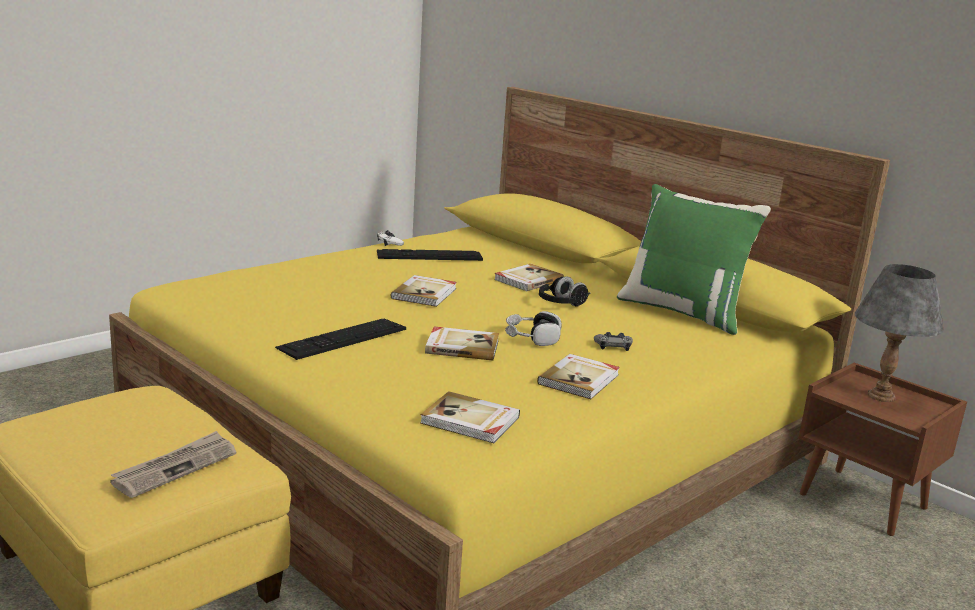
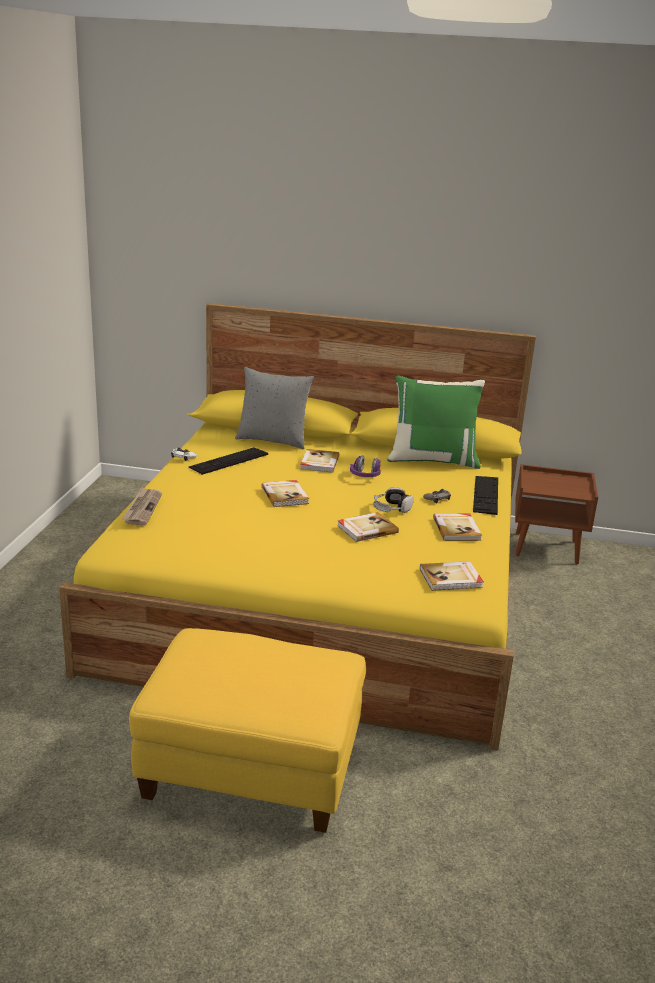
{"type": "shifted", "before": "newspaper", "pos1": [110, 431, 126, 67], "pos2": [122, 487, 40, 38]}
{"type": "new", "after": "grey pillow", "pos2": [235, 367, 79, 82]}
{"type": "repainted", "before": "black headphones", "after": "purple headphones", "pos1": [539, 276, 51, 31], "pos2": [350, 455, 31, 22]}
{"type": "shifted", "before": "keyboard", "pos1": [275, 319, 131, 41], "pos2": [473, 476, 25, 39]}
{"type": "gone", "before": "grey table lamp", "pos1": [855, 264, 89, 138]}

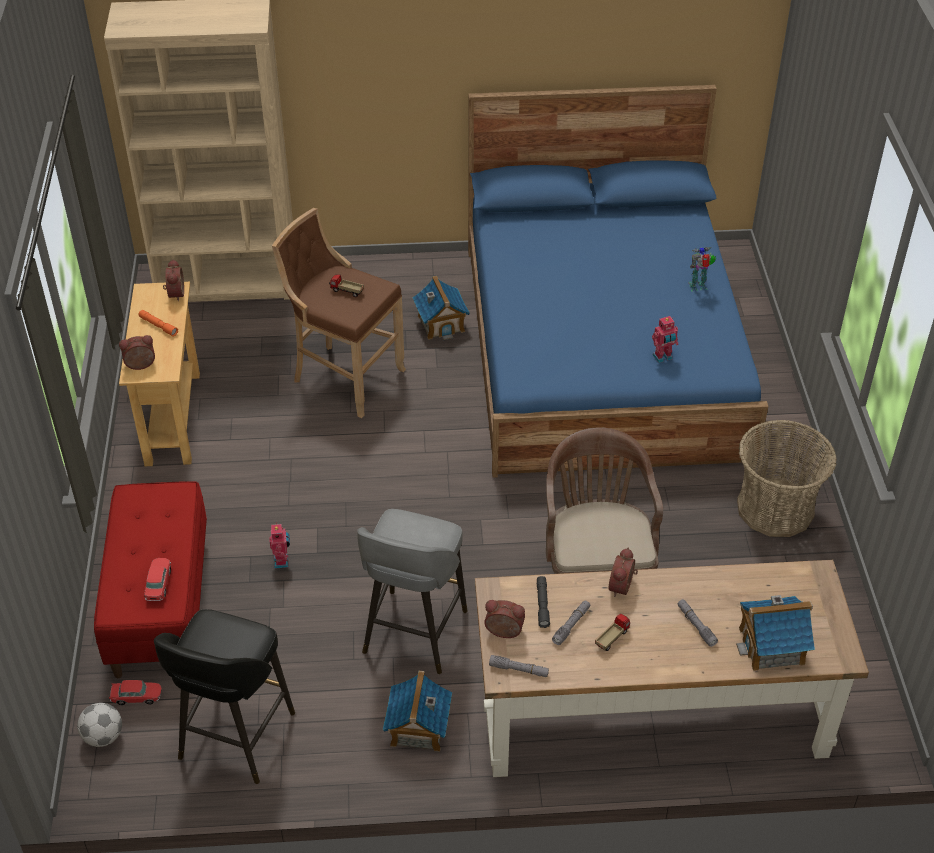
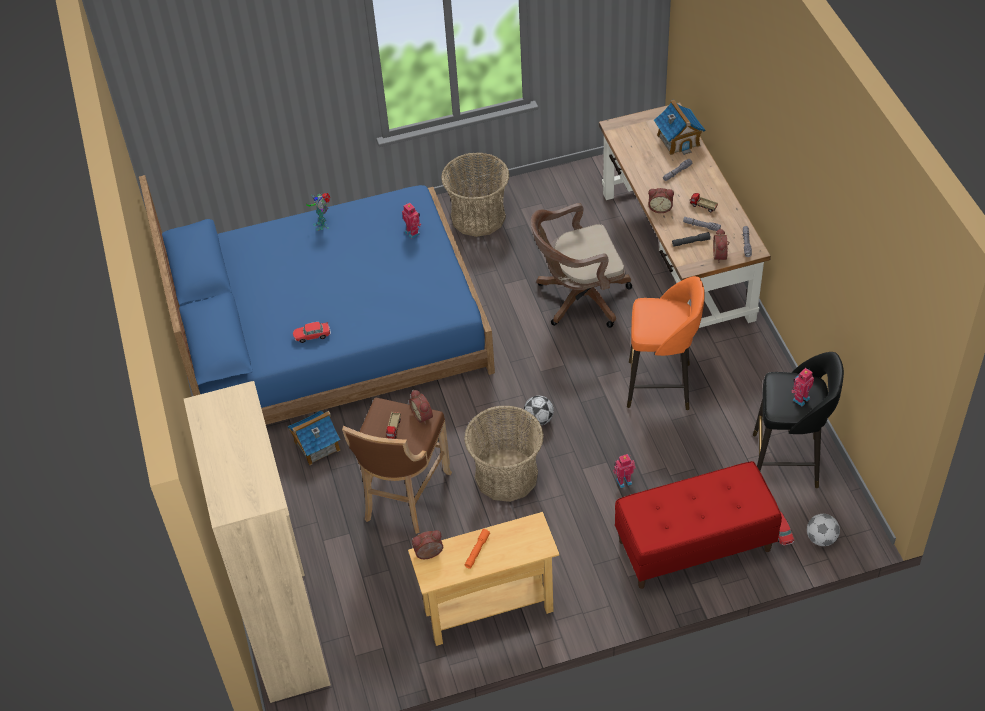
{"type": "shifted", "before": "toy car", "pos1": [144, 558, 27, 43], "pos2": [293, 322, 38, 21]}
{"type": "shifted", "before": "alarm clock", "pos1": [119, 335, 36, 35], "pos2": [409, 390, 24, 34]}
{"type": "new", "after": "basket", "pos2": [464, 405, 80, 97]}
{"type": "new", "after": "football", "pos2": [524, 396, 30, 29]}
{"type": "repainted", "before": "grey stool", "after": "orange stool", "pos1": [357, 509, 110, 165], "pos2": [627, 276, 78, 134]}
{"type": "new", "after": "toy robot", "pos2": [791, 368, 23, 38]}
{"type": "gone", "before": "toy house", "pos1": [383, 671, 69, 81]}

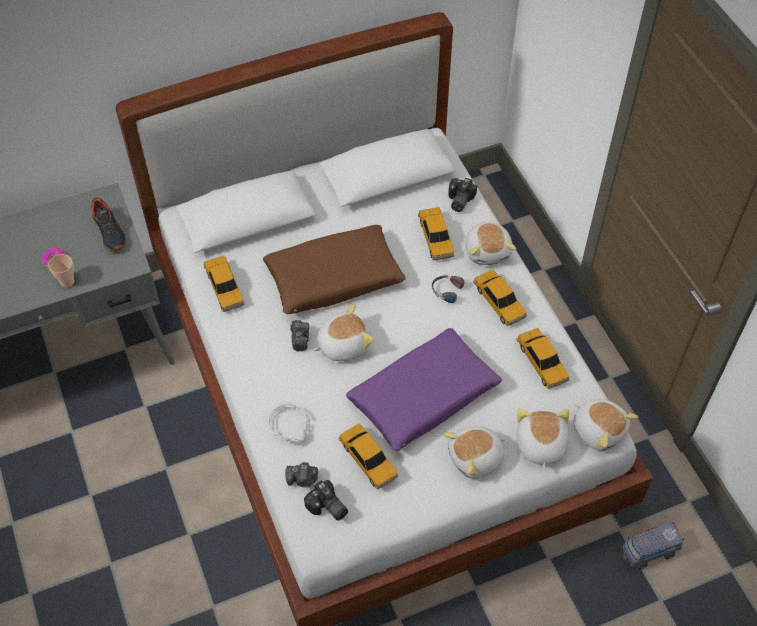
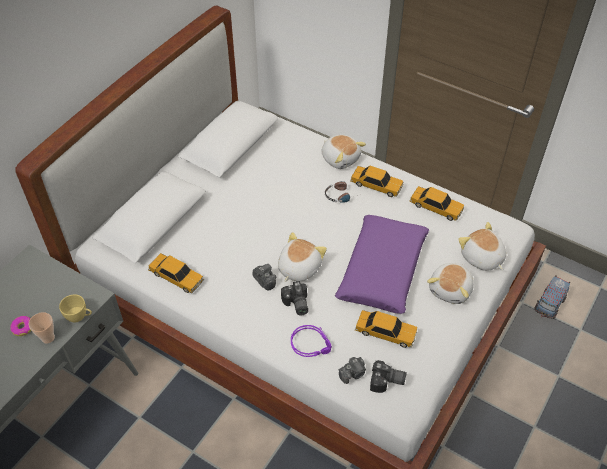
{"type": "new", "after": "yellow cup", "pos2": [59, 294, 33, 28]}
{"type": "shifted", "before": "photo camera", "pos1": [448, 178, 29, 34], "pos2": [281, 281, 27, 35]}
{"type": "repainted", "before": "grey headphones", "after": "purple headphones", "pos1": [268, 403, 42, 43], "pos2": [291, 325, 41, 32]}
{"type": "gone", "before": "shoe", "pos1": [91, 197, 35, 55]}
{"type": "gone", "before": "brown pillow", "pos1": [263, 225, 143, 89]}
{"type": "gone", "before": "toy car", "pos1": [418, 207, 36, 53]}
{"type": "gone", "before": "plush toy", "pos1": [573, 399, 65, 52]}

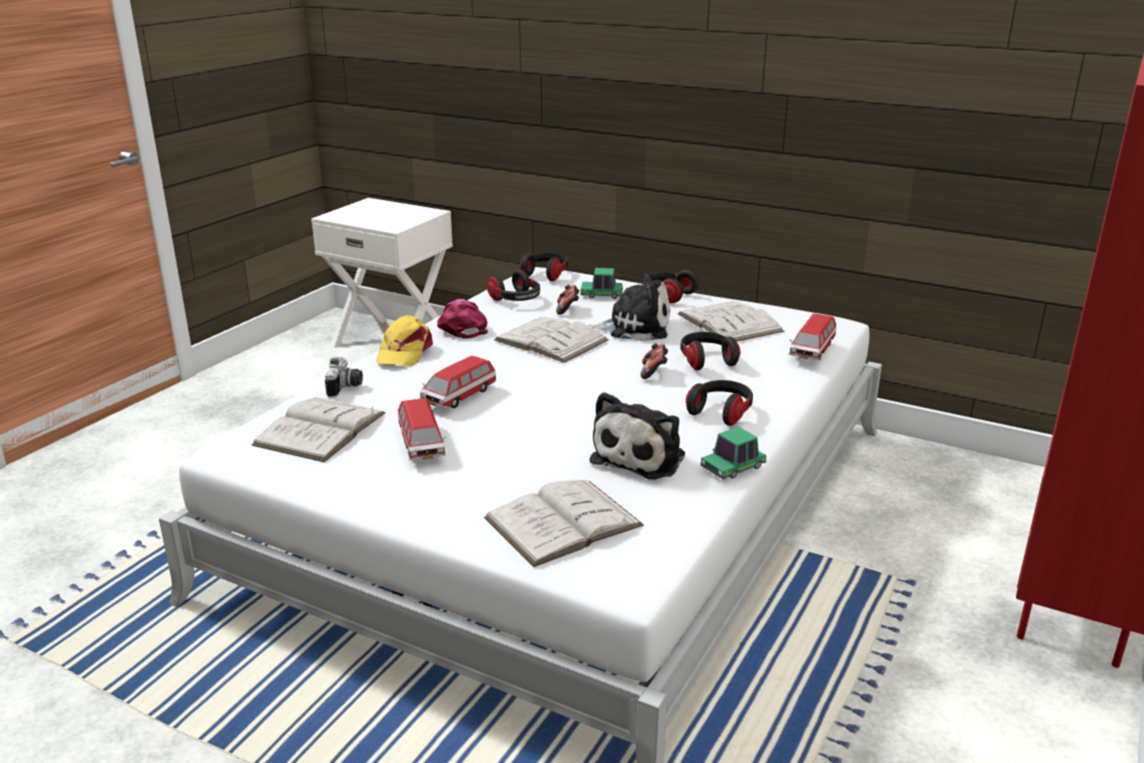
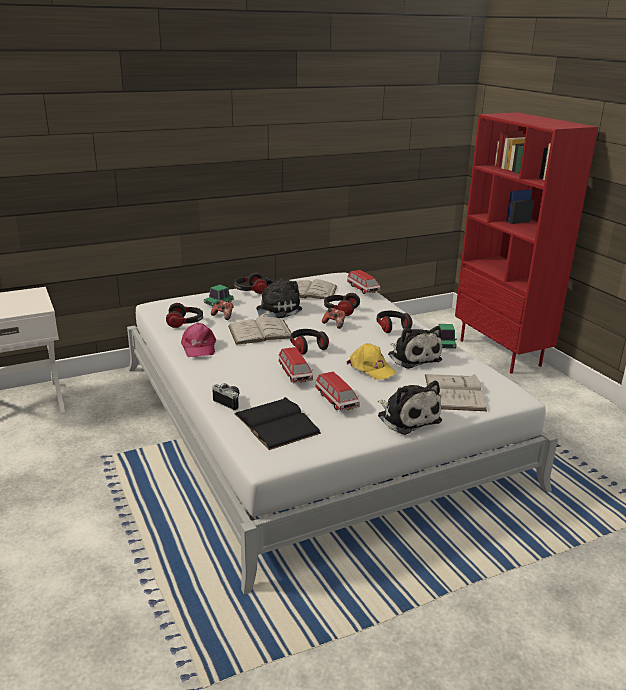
{"type": "rotated", "before": "pink cap", "pos1": [437, 299, 51, 40], "pos2": [181, 323, 35, 34], "turn": -120}
{"type": "repainted", "before": "white book", "after": "black book", "pos1": [252, 397, 134, 65], "pos2": [234, 397, 87, 53]}
{"type": "shifted", "before": "headphones", "pos1": [520, 252, 48, 29], "pos2": [290, 329, 39, 26]}
{"type": "rotated", "before": "toy car", "pos1": [398, 398, 48, 62], "pos2": [315, 371, 45, 40], "turn": 45}
{"type": "shifted", "before": "yellow cap", "pos1": [376, 315, 57, 51], "pos2": [347, 343, 49, 37]}
{"type": "new", "after": "plush toy", "pos2": [378, 381, 64, 54]}

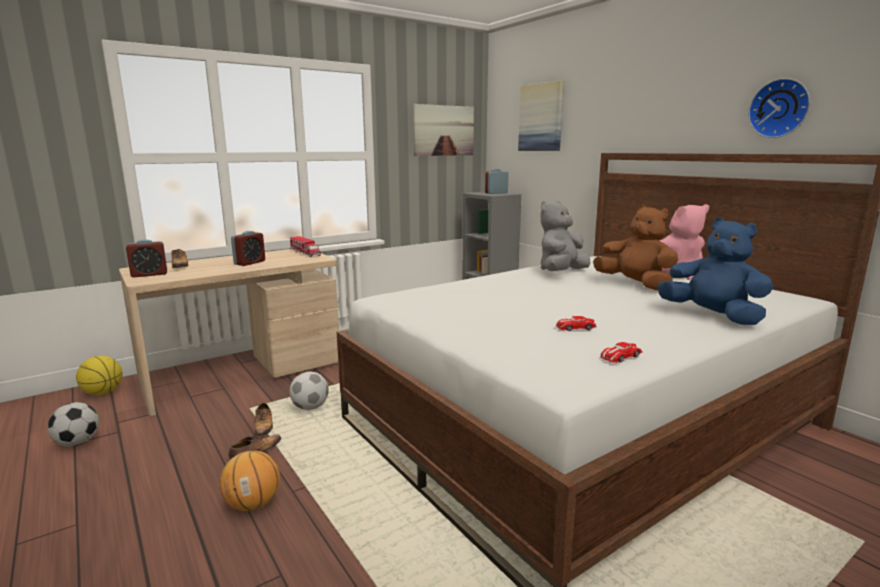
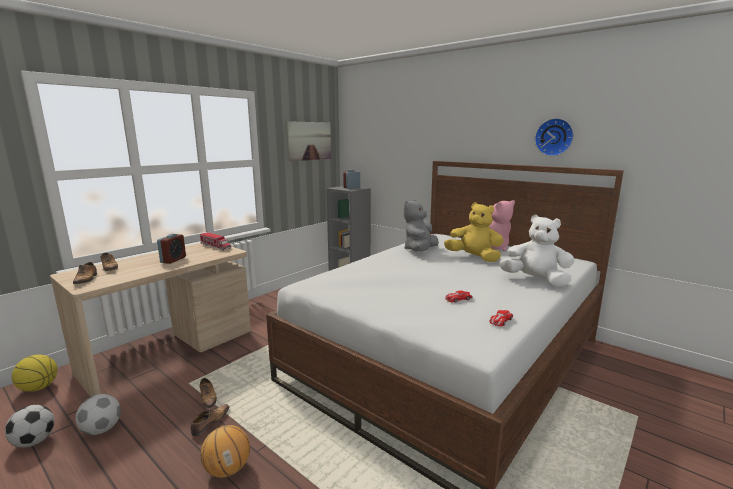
{"type": "swapped", "before": "alarm clock", "after": "shoe", "pos1": [126, 239, 41, 38], "pos2": [73, 262, 24, 22]}
{"type": "shifted", "before": "football", "pos1": [289, 372, 40, 38], "pos2": [75, 394, 46, 41]}
{"type": "repainted", "before": "brown plush toy", "after": "yellow plush toy", "pos1": [593, 205, 85, 85], "pos2": [444, 202, 60, 60]}
{"type": "repainted", "before": "blue plush toy", "after": "white plush toy", "pos1": [657, 218, 116, 107], "pos2": [499, 215, 75, 72]}
{"type": "gone", "before": "picture", "pos1": [518, 80, 46, 71]}

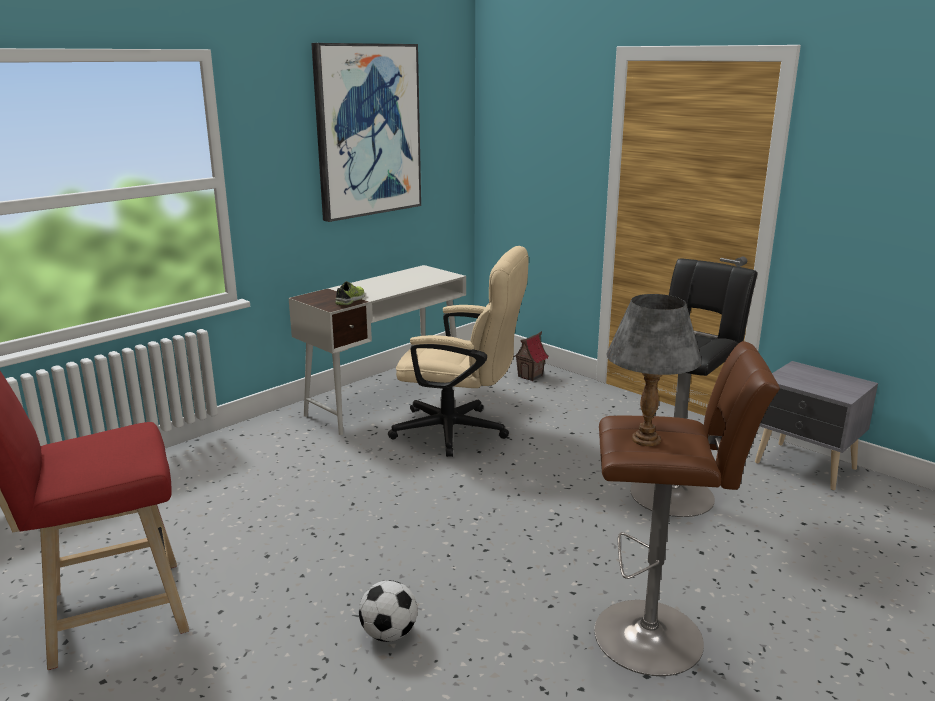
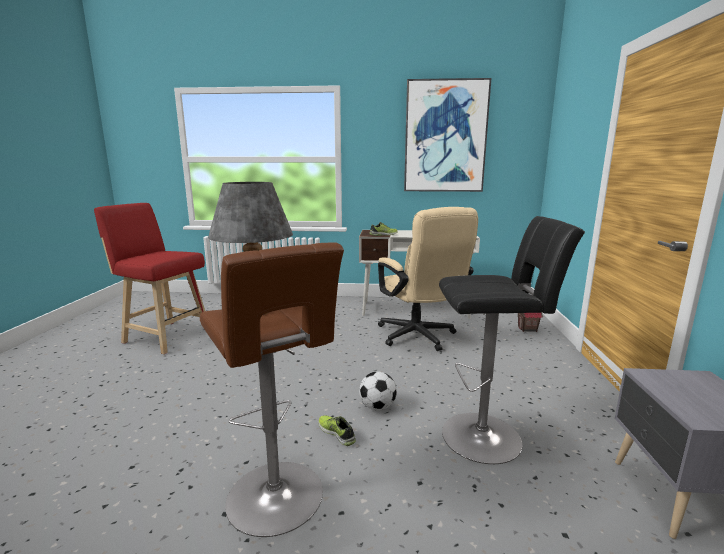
{"type": "new", "after": "shoe", "pos2": [318, 416, 38, 30]}
{"type": "shifted", "before": "football", "pos1": [359, 580, 58, 62], "pos2": [359, 372, 38, 38]}

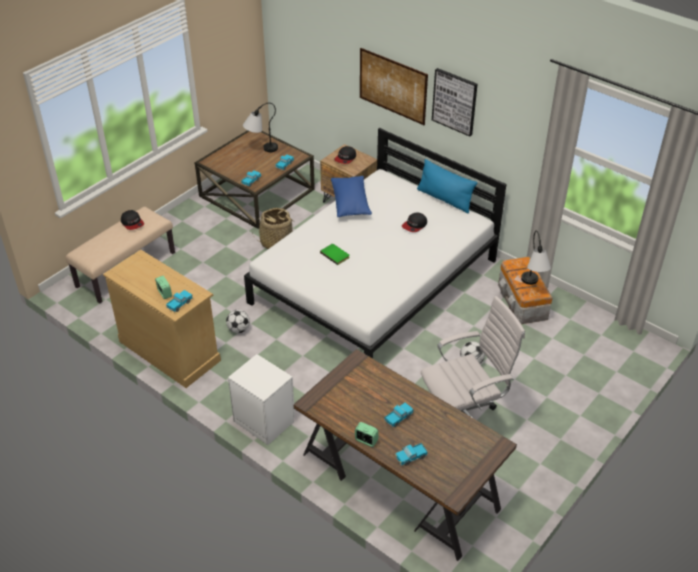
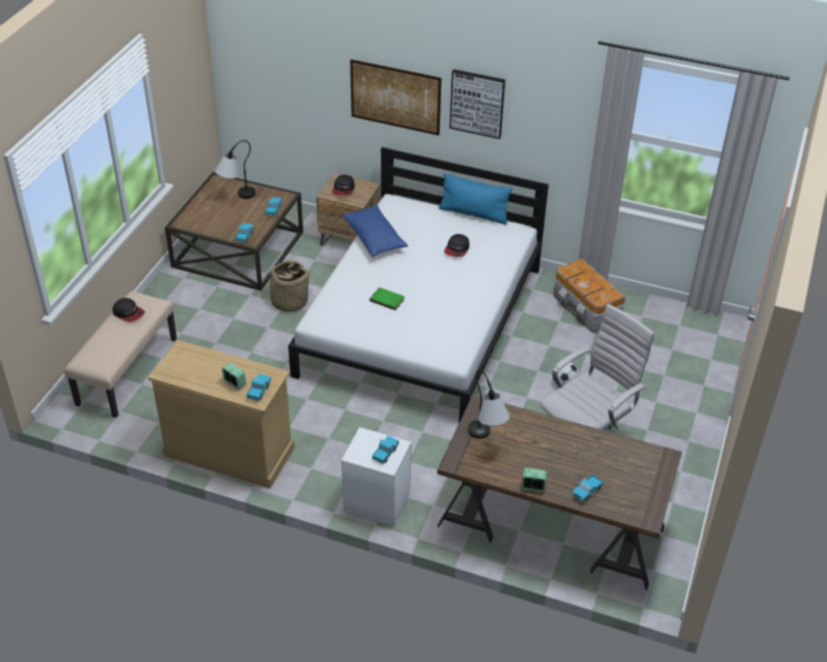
{"type": "shifted", "before": "toy truck", "pos1": [384, 403, 30, 24], "pos2": [372, 436, 27, 28]}
{"type": "shifted", "before": "table lamp", "pos1": [521, 230, 30, 55], "pos2": [468, 370, 42, 69]}
{"type": "gone", "before": "football", "pos1": [226, 310, 24, 23]}

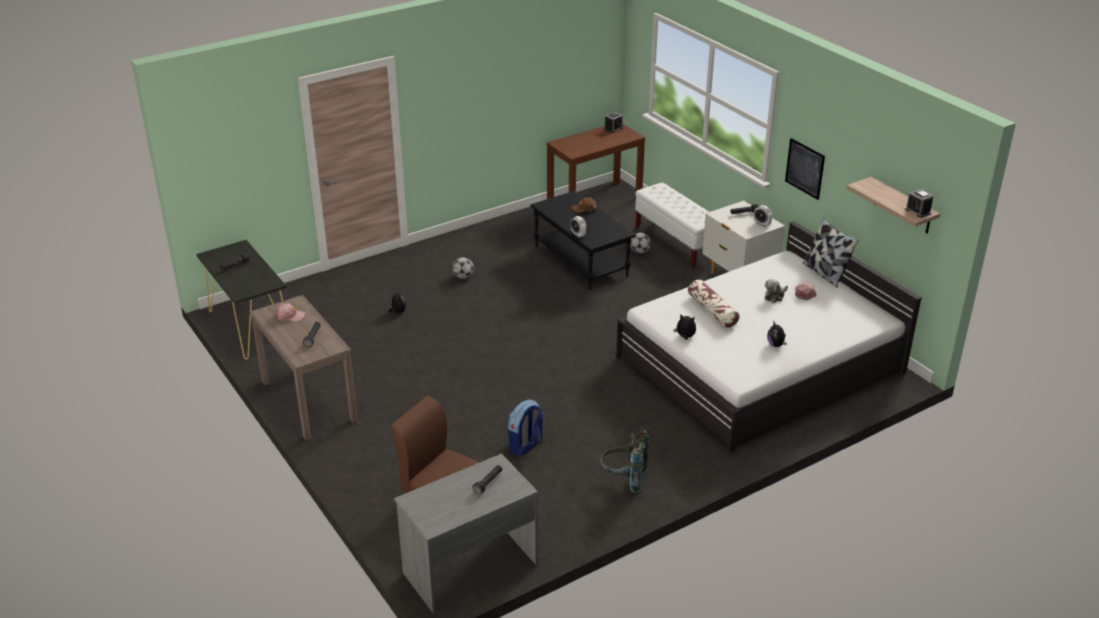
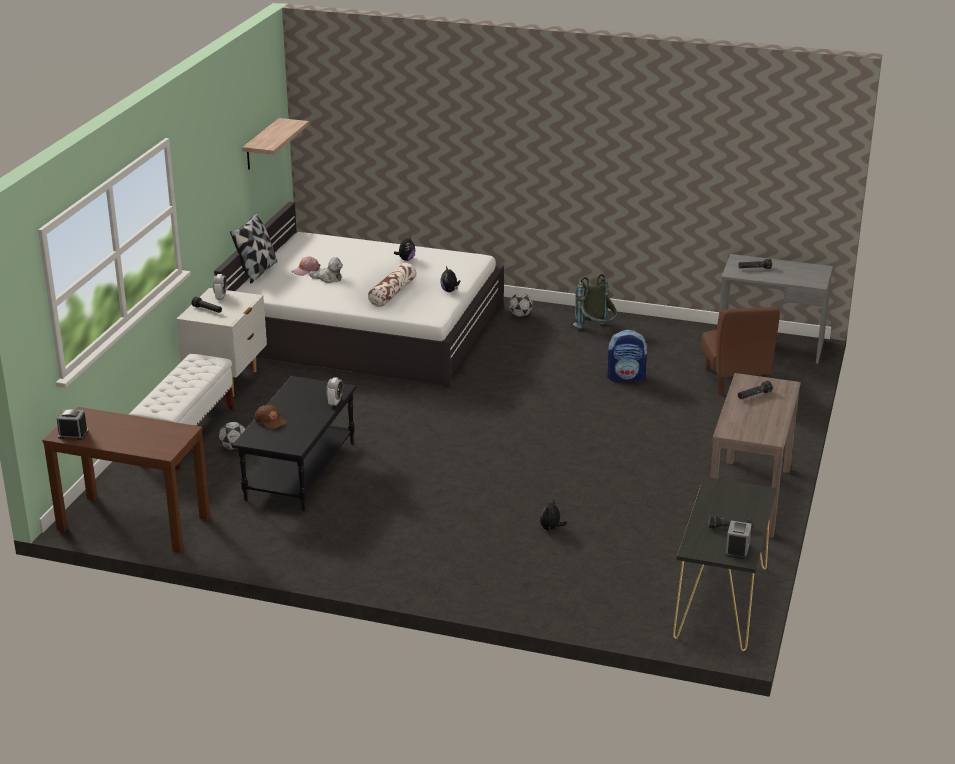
{"type": "shifted", "before": "football", "pos1": [452, 257, 22, 22], "pos2": [509, 293, 24, 24]}
{"type": "shifted", "before": "alarm clock", "pos1": [905, 189, 28, 29], "pos2": [725, 521, 27, 38]}
{"type": "gone", "before": "pink cap", "pos1": [274, 303, 31, 19]}
{"type": "gone", "before": "picture", "pos1": [785, 138, 40, 62]}

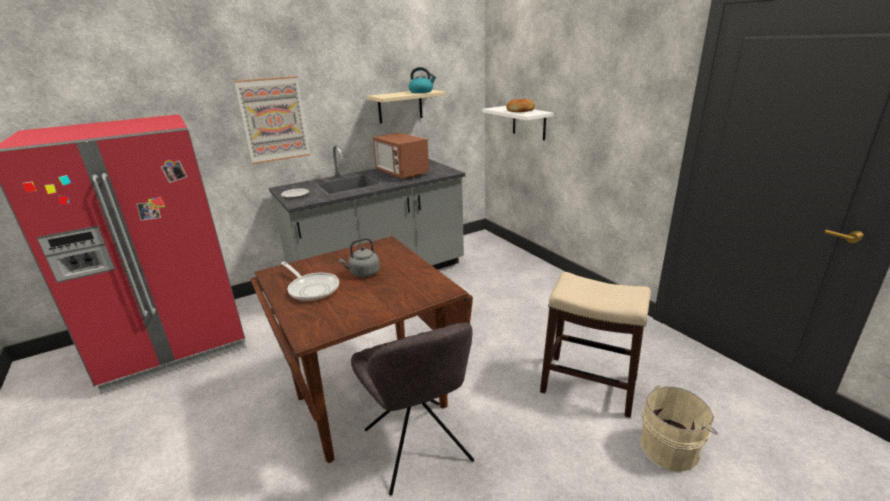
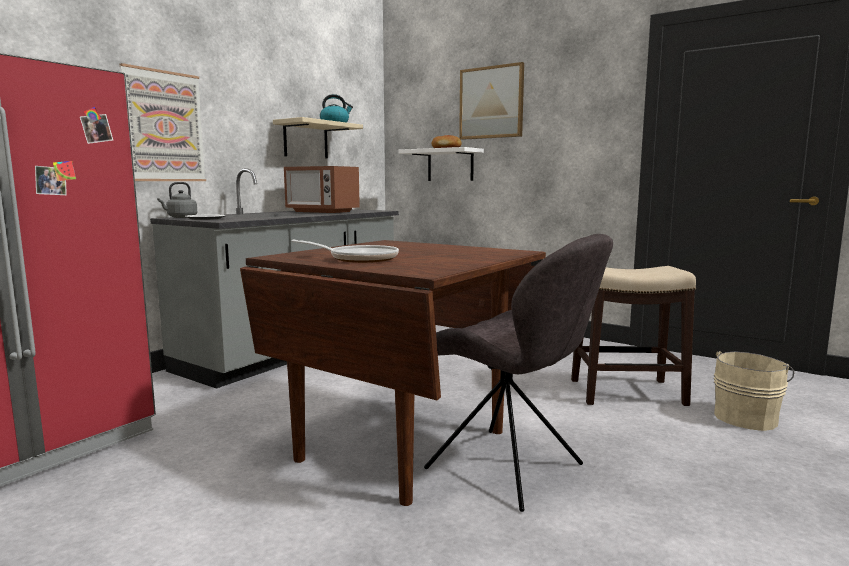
{"type": "shifted", "before": "grey kettle", "pos1": [339, 238, 41, 39], "pos2": [157, 182, 40, 36]}
{"type": "new", "after": "picture", "pos2": [459, 62, 65, 78]}

